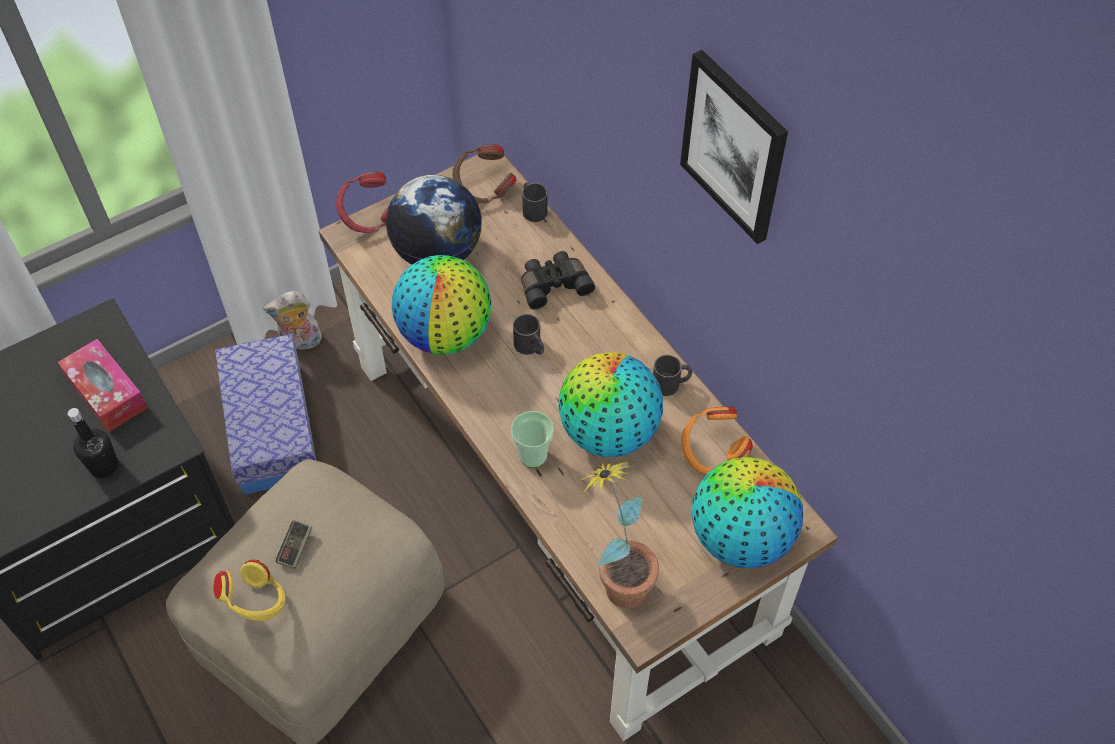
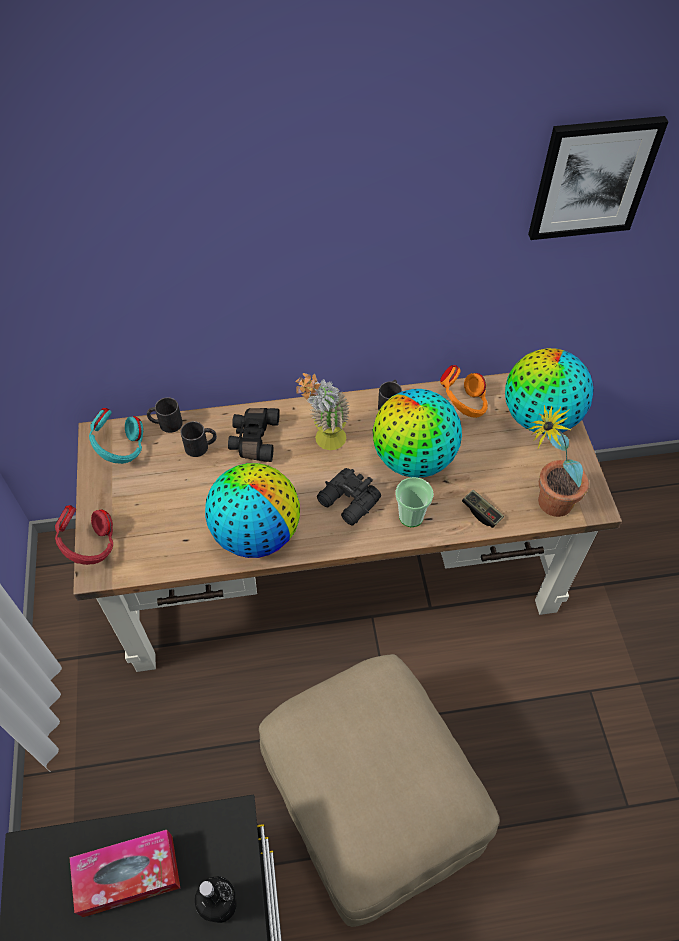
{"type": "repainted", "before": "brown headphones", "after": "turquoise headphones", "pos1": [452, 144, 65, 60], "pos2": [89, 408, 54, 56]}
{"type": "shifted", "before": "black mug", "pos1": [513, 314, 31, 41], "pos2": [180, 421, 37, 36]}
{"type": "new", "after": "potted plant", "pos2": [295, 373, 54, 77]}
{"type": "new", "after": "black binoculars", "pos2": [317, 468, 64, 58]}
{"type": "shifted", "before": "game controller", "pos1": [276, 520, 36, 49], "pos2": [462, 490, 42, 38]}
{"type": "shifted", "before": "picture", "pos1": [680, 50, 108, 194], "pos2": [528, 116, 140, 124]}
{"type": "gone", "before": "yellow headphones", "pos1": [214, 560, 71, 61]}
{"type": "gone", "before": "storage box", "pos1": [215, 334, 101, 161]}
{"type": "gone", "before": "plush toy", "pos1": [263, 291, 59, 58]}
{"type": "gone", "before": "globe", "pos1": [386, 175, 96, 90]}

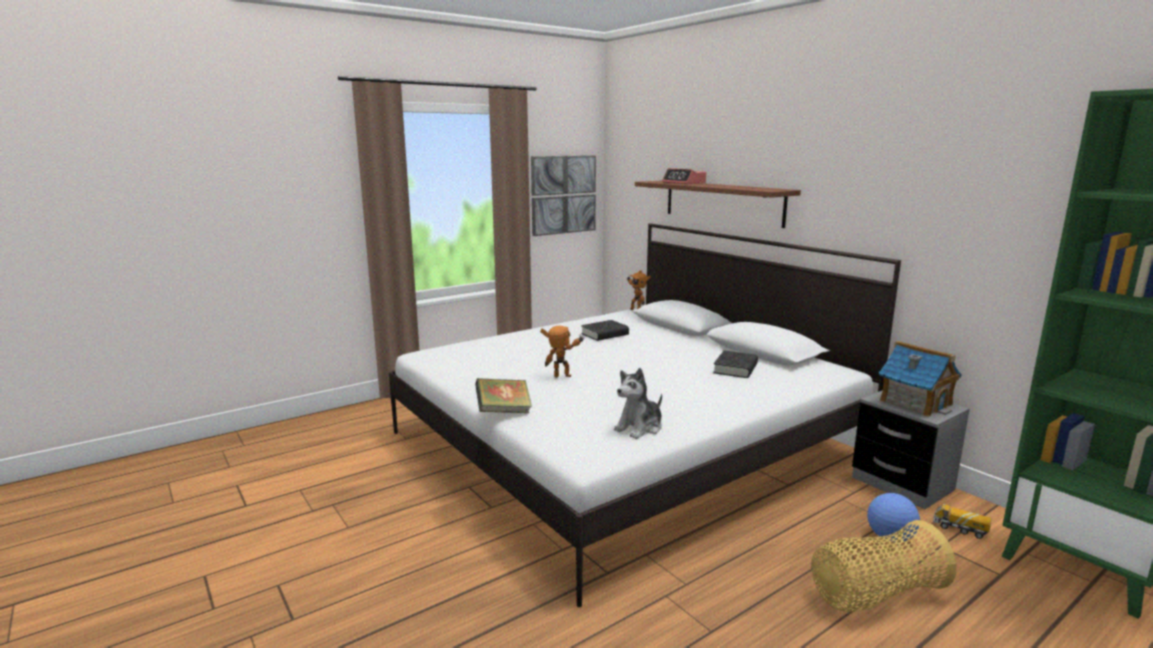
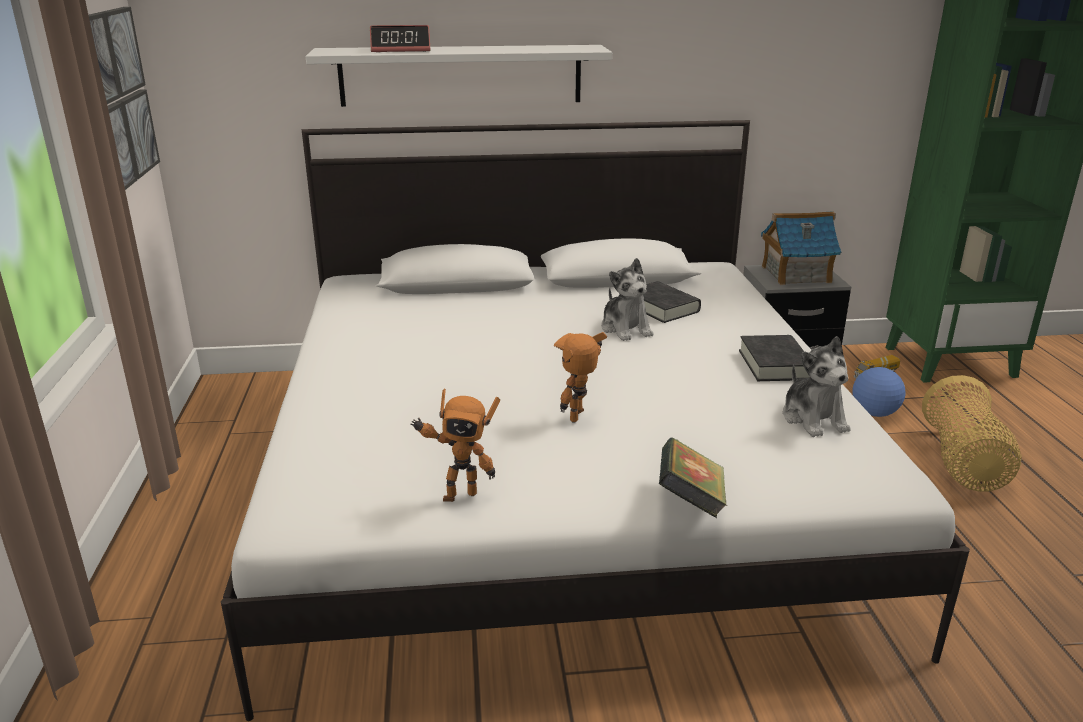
{"type": "repainted", "before": "brown shelf", "after": "white shelf", "pos1": [635, 180, 166, 48], "pos2": [305, 45, 307, 62]}
{"type": "shifted", "before": "toy robot", "pos1": [627, 270, 24, 40], "pos2": [410, 389, 90, 113]}
{"type": "new", "after": "plush toy", "pos2": [601, 258, 52, 83]}
{"type": "shifted", "before": "black book", "pos1": [581, 320, 48, 21], "pos2": [739, 335, 72, 46]}

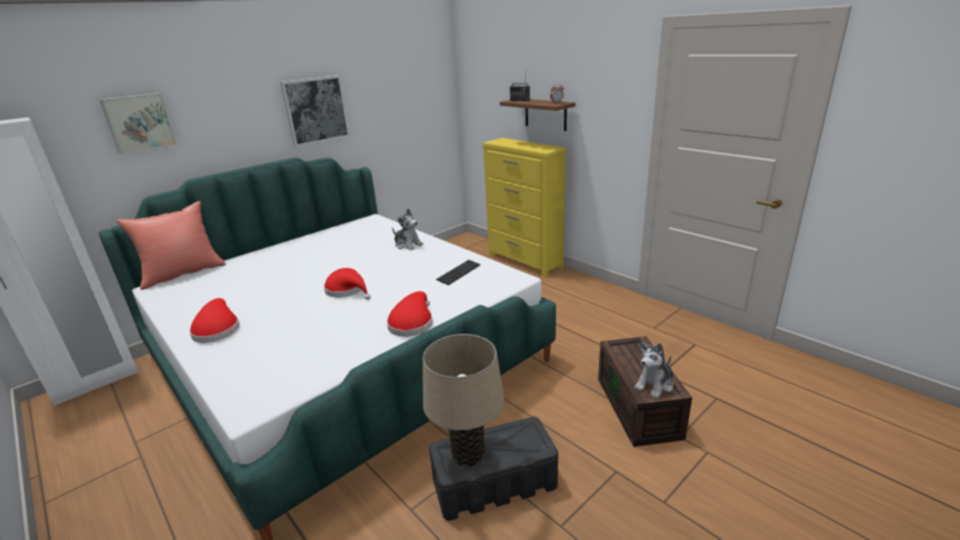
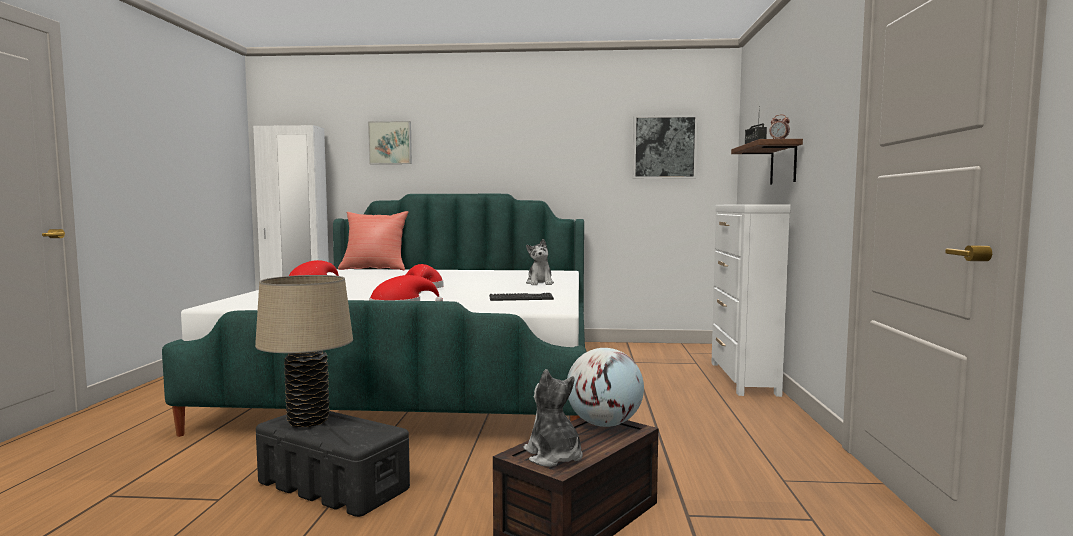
{"type": "rotated", "before": "plush toy", "pos1": [634, 342, 40, 57], "pos2": [524, 369, 59, 98], "turn": 60}
{"type": "new", "after": "globe", "pos2": [567, 348, 77, 79]}
{"type": "shifted", "before": "picture", "pos1": [280, 75, 70, 72], "pos2": [633, 115, 65, 64]}
{"type": "repainted", "before": "yellow dresser", "after": "white dresser", "pos1": [483, 138, 84, 139], "pos2": [711, 204, 80, 193]}

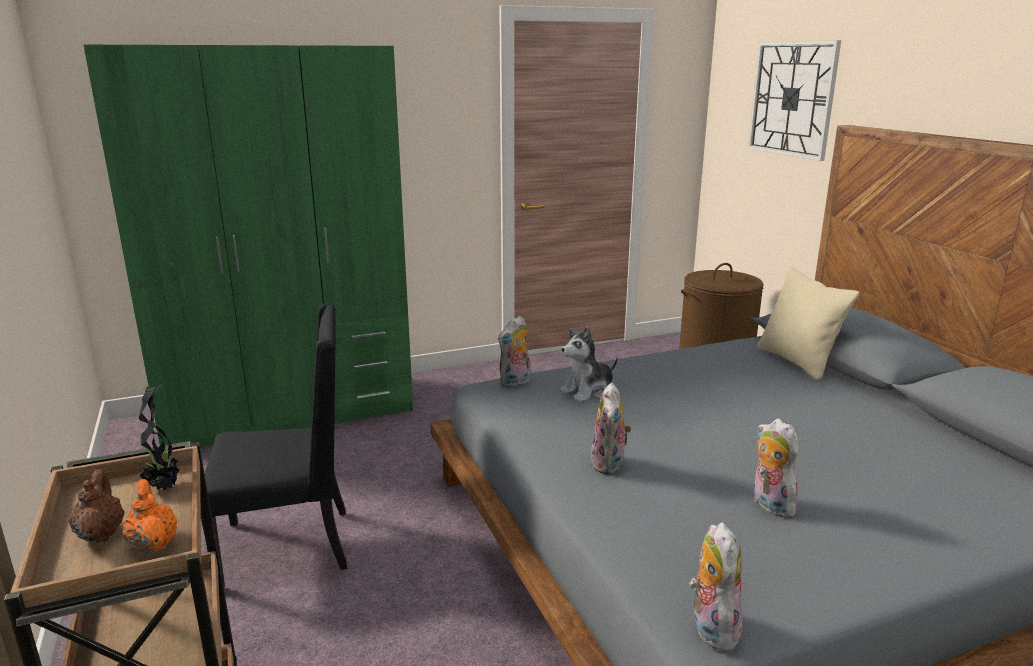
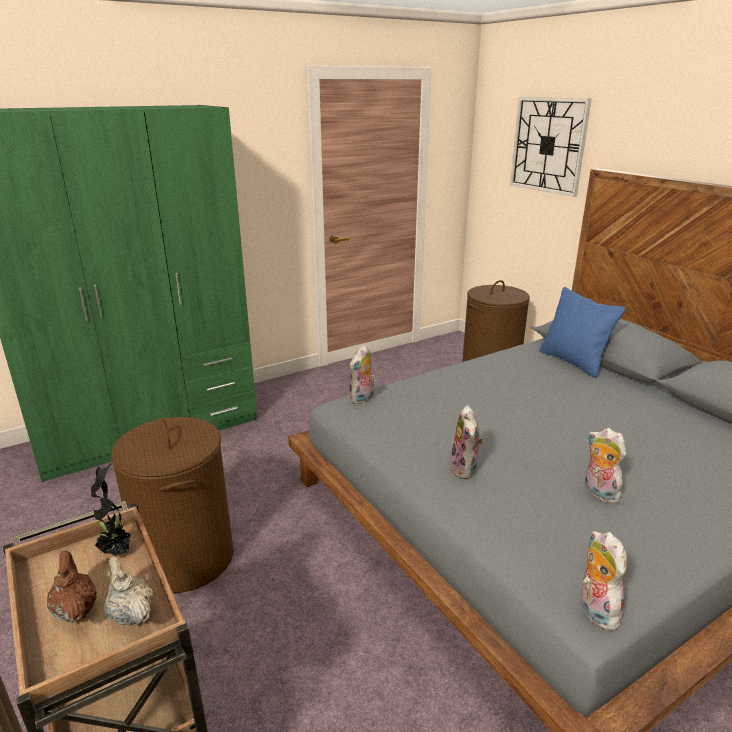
{"type": "repainted", "before": "orange teapot", "after": "beige teapot", "pos1": [123, 479, 54, 74], "pos2": [104, 556, 50, 70]}
{"type": "swapped", "before": "black chair", "after": "brown laundry basket", "pos1": [201, 304, 146, 284], "pos2": [111, 417, 123, 176]}
{"type": "repainted", "before": "beige pillow", "after": "blue pillow", "pos1": [757, 267, 102, 113], "pos2": [539, 287, 86, 91]}
{"type": "gone", "before": "plush toy", "pos1": [559, 327, 59, 75]}

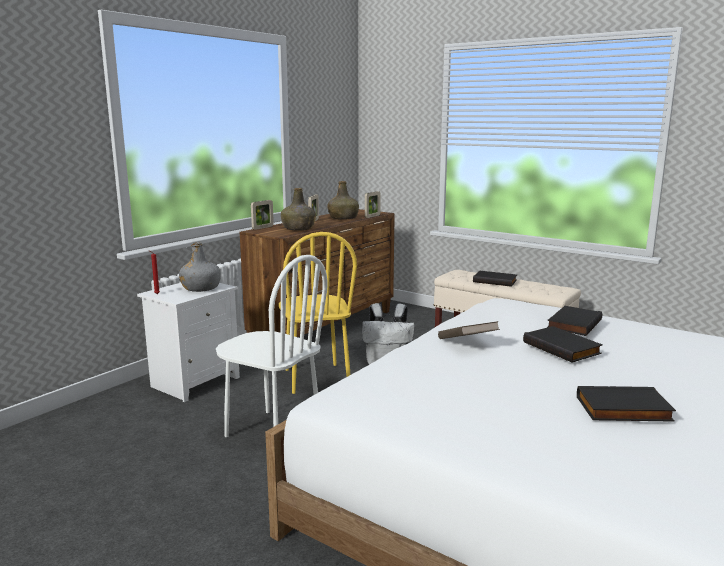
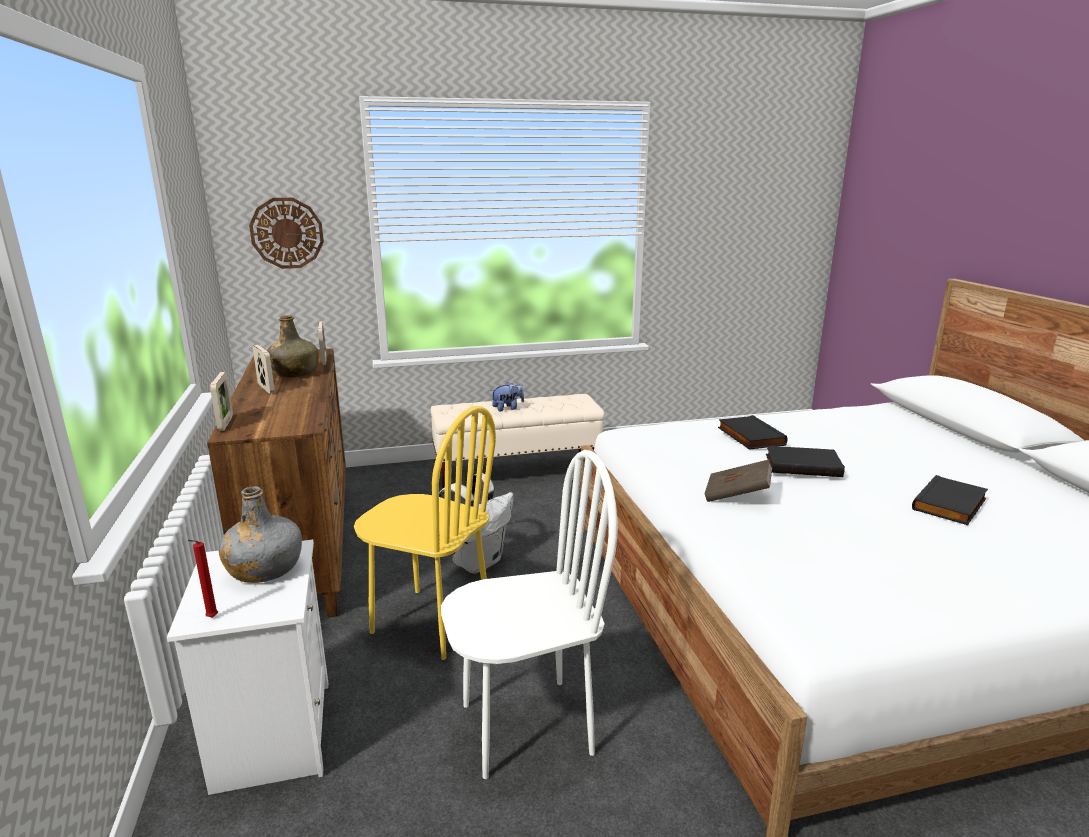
{"type": "new", "after": "wall clock", "pos2": [249, 198, 75, 71]}
{"type": "swapped", "before": "black book", "after": "plush toy", "pos1": [473, 271, 44, 16], "pos2": [491, 382, 33, 29]}
{"type": "gone", "before": "green bottle", "pos1": [281, 188, 35, 43]}

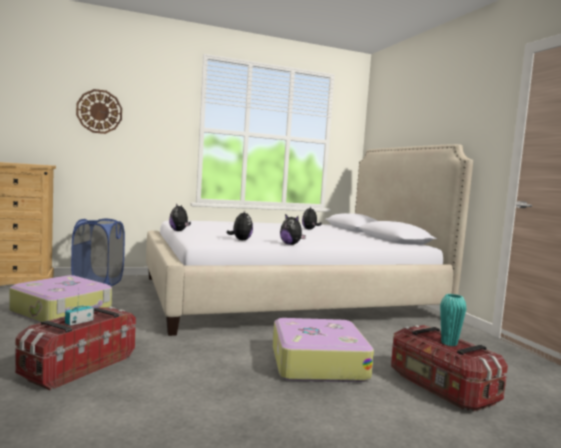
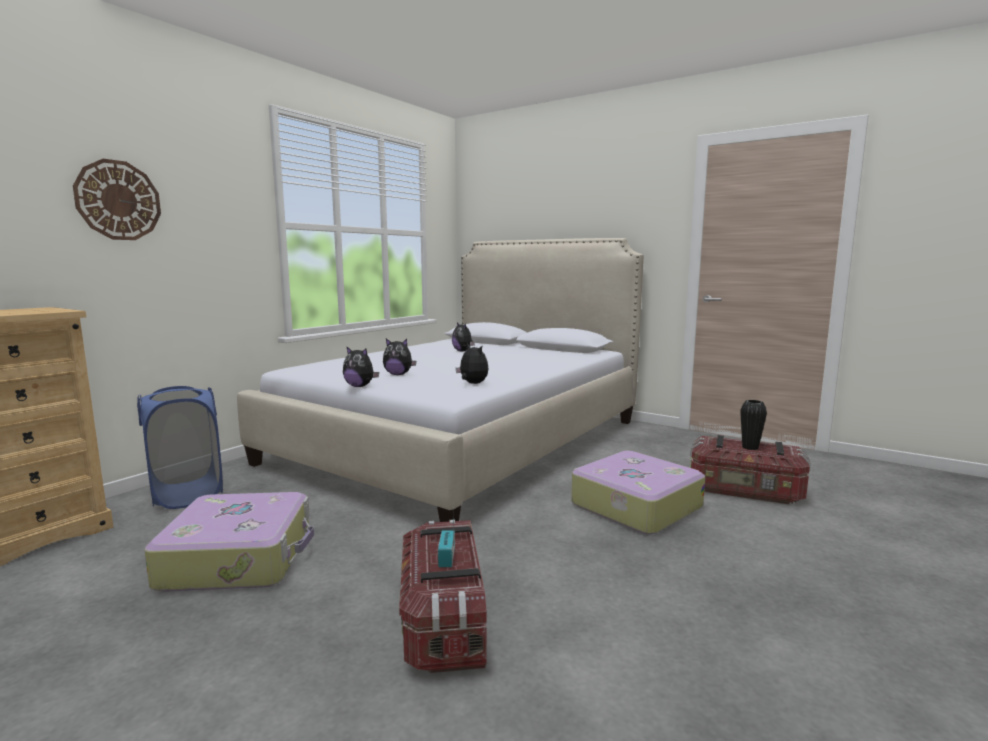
{"type": "shifted", "before": "plush toy", "pos1": [280, 214, 26, 31], "pos2": [383, 339, 33, 36]}
{"type": "repainted", "before": "turquoise vase", "after": "black vase", "pos1": [440, 294, 26, 52], "pos2": [740, 400, 27, 50]}

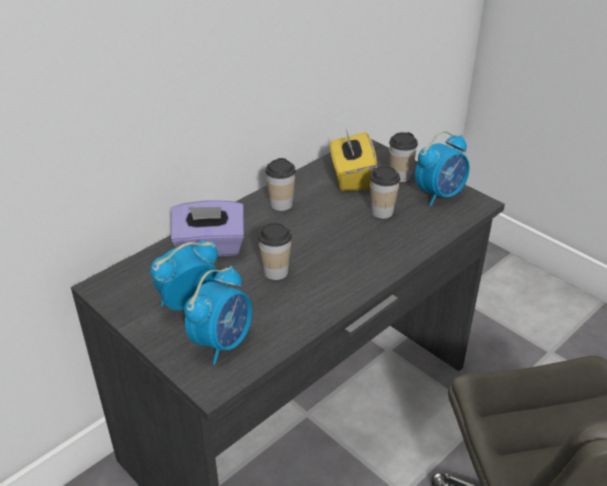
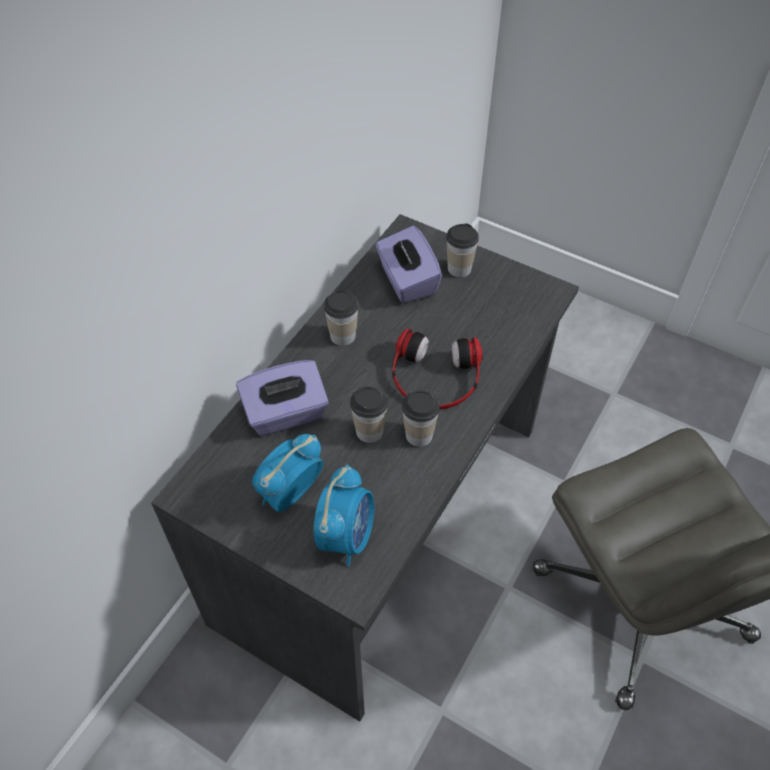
{"type": "repainted", "before": "yellow tissue box", "after": "purple tissue box", "pos1": [330, 129, 47, 62], "pos2": [376, 226, 66, 77]}
{"type": "new", "after": "headphones", "pos2": [392, 328, 91, 81]}
{"type": "shifted", "before": "cup", "pos1": [370, 166, 30, 53], "pos2": [402, 390, 38, 57]}
{"type": "gone", "before": "alarm clock", "pos1": [415, 131, 55, 75]}

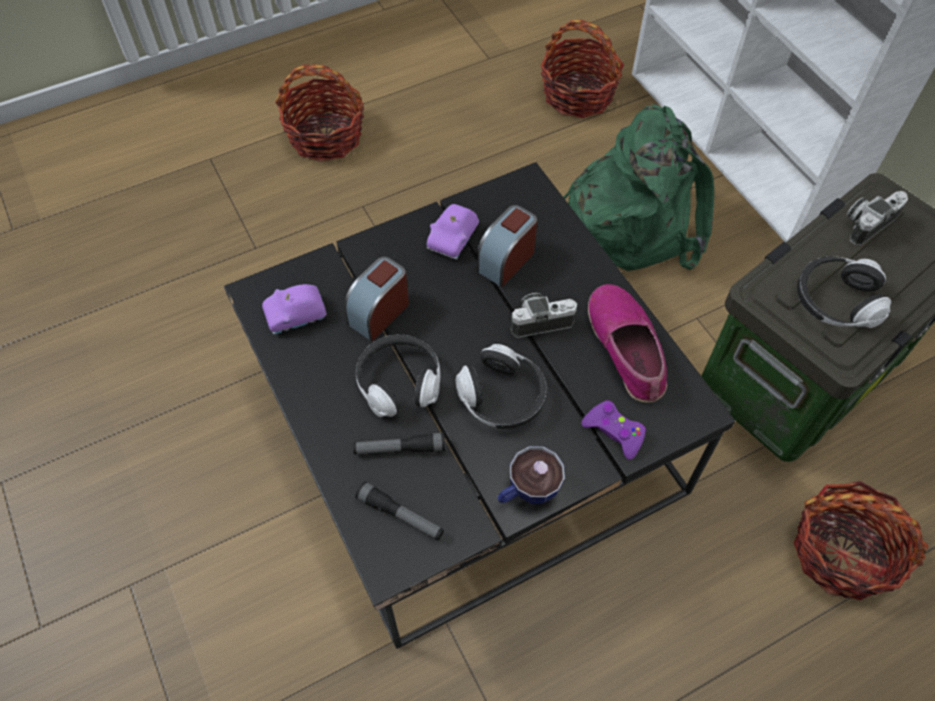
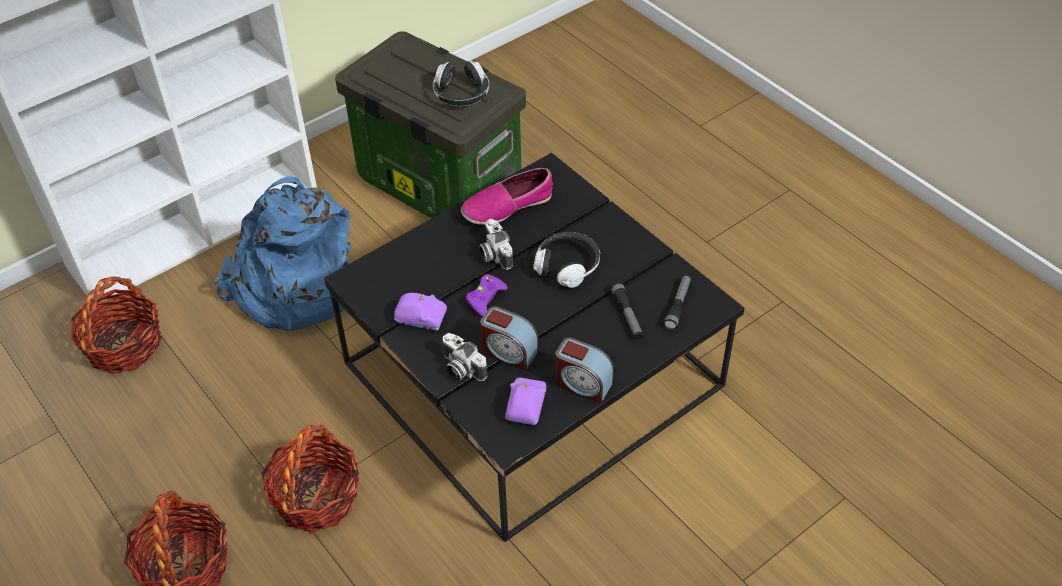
{"type": "repainted", "before": "green backpack", "after": "blue backpack", "pos1": [563, 104, 151, 167], "pos2": [214, 176, 137, 155]}
{"type": "shifted", "before": "basket", "pos1": [794, 481, 134, 119], "pos2": [261, 424, 98, 109]}
{"type": "shifted", "before": "photo camera", "pos1": [847, 191, 61, 54], "pos2": [442, 333, 45, 48]}
{"type": "shifted", "before": "purple game controller", "pos1": [582, 400, 64, 60], "pos2": [466, 274, 42, 43]}
{"type": "rotated", "before": "purple toy car", "pos1": [262, 284, 64, 51], "pos2": [505, 377, 41, 48], "turn": -135}
{"type": "shifted", "before": "alarm clock", "pos1": [477, 205, 60, 82], "pos2": [555, 337, 59, 66]}
{"type": "gone", "before": "headphones", "pos1": [356, 334, 85, 83]}
{"type": "gone", "before": "cup", "pos1": [497, 446, 68, 58]}

